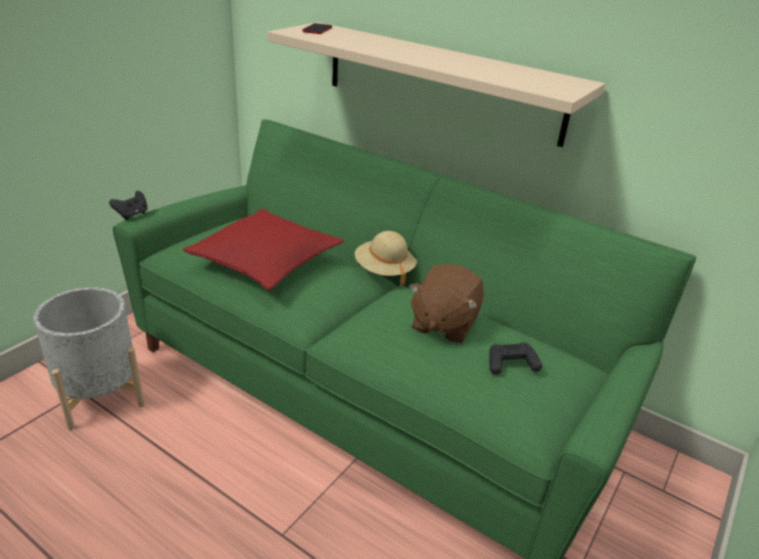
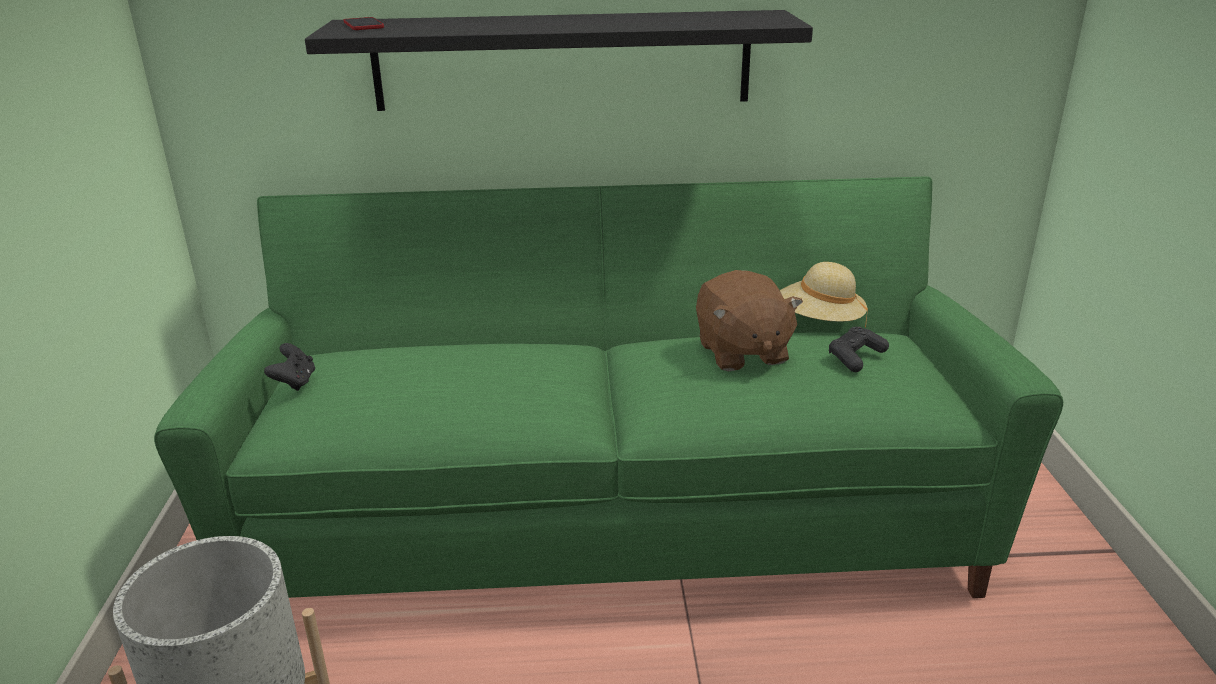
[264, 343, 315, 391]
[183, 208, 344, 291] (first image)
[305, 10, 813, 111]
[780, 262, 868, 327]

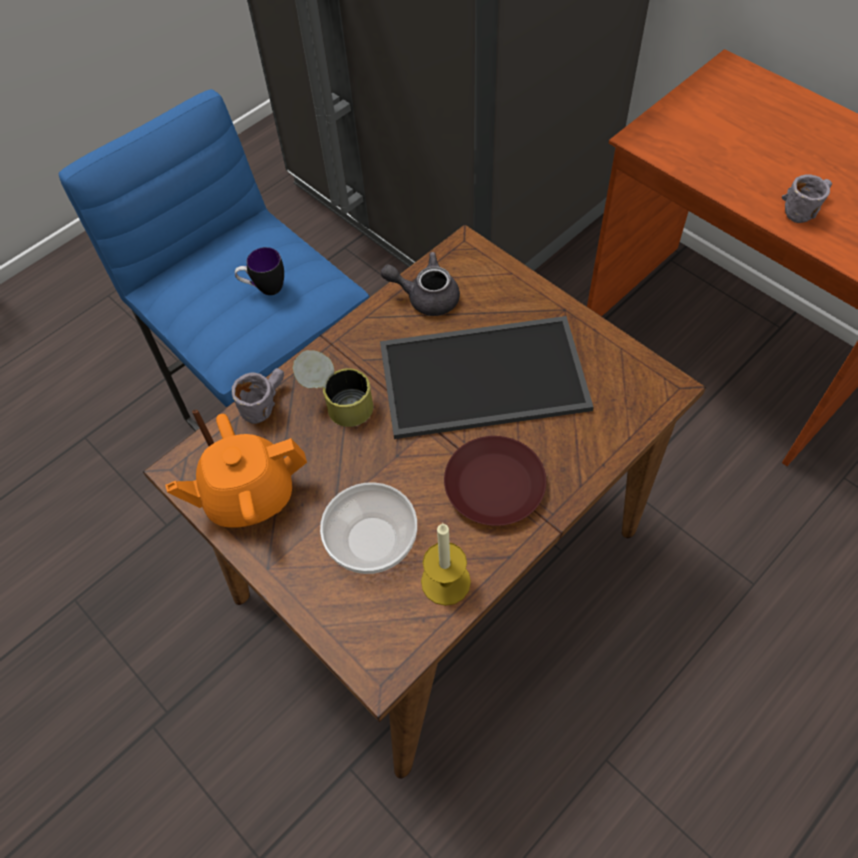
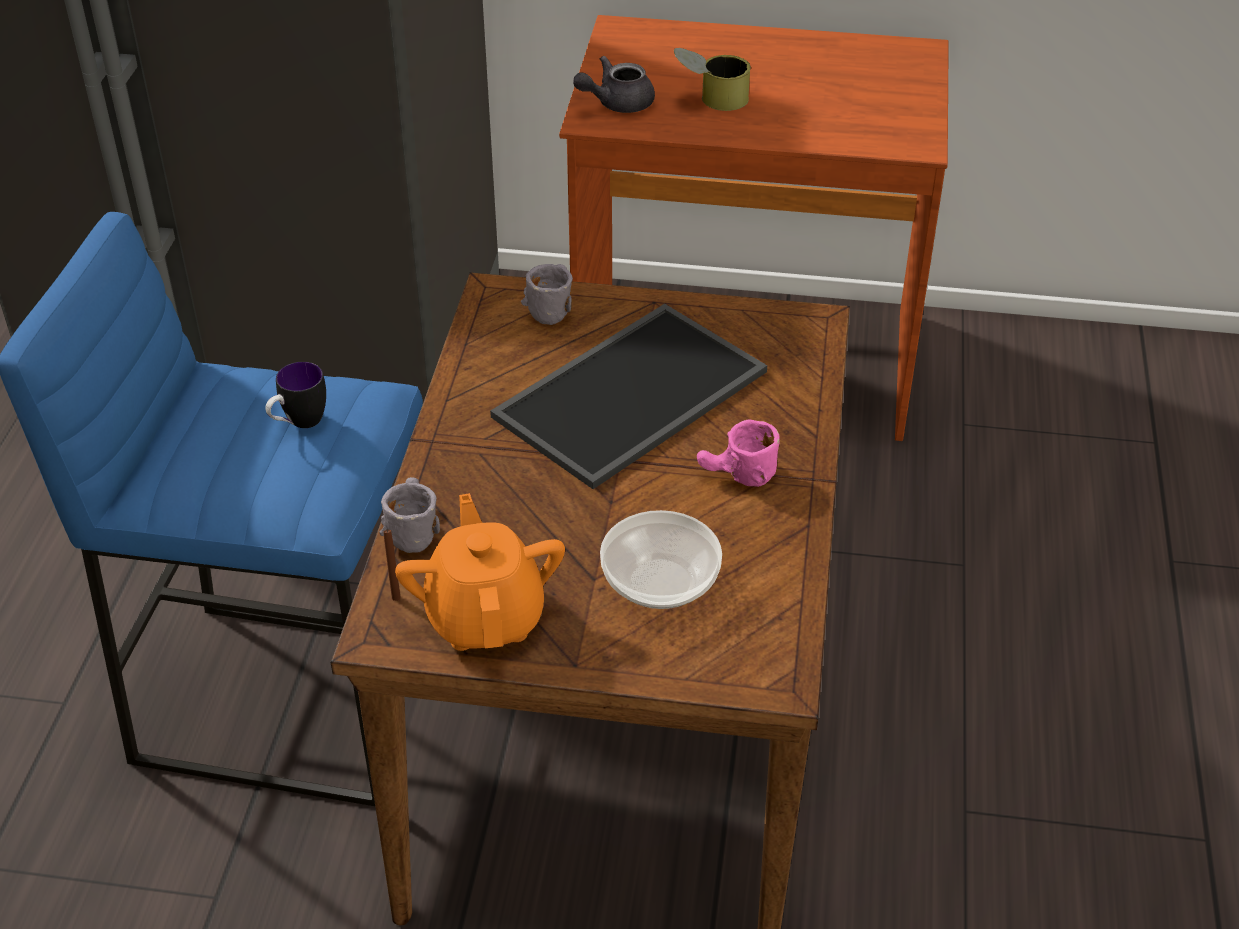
[395, 493, 565, 651]
[674, 48, 751, 111]
[573, 56, 655, 113]
[421, 523, 471, 606] (first image)
[697, 420, 780, 487]
[521, 264, 573, 325]

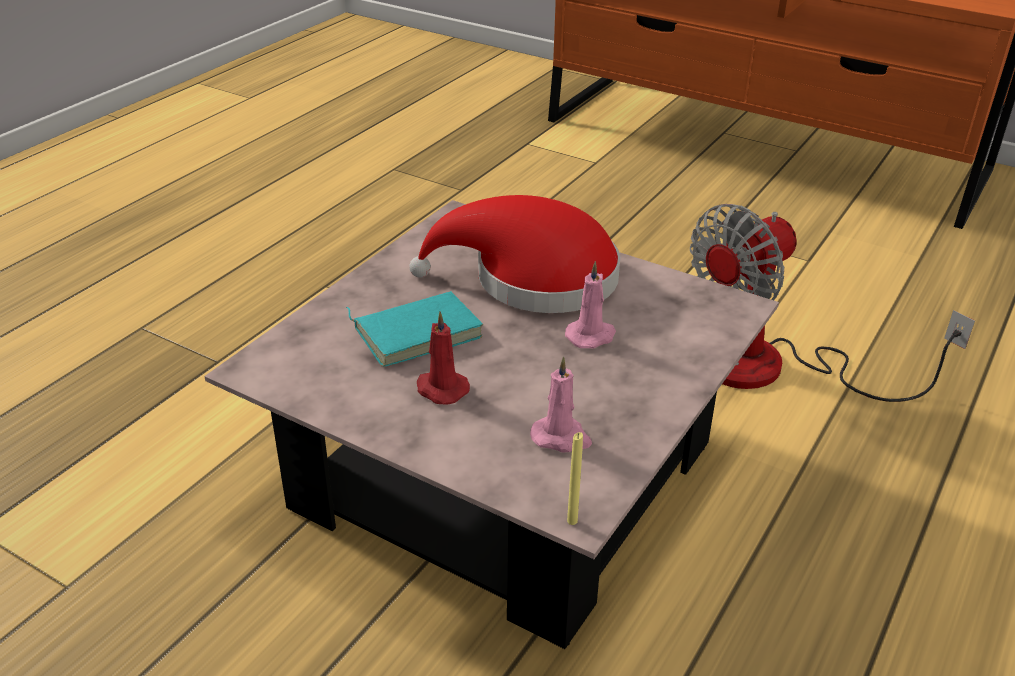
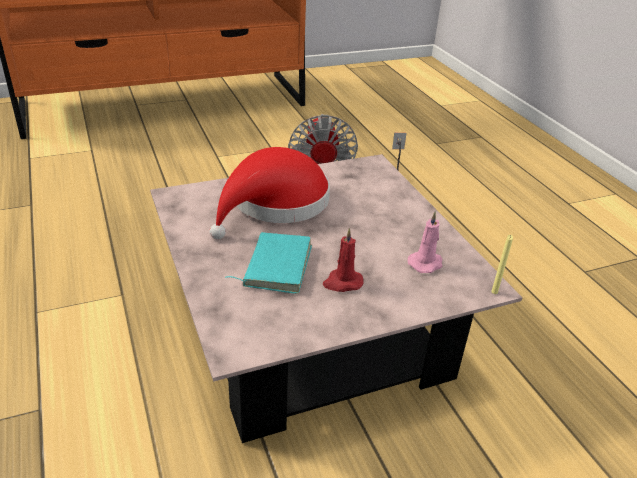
[565, 261, 616, 348] (first image)

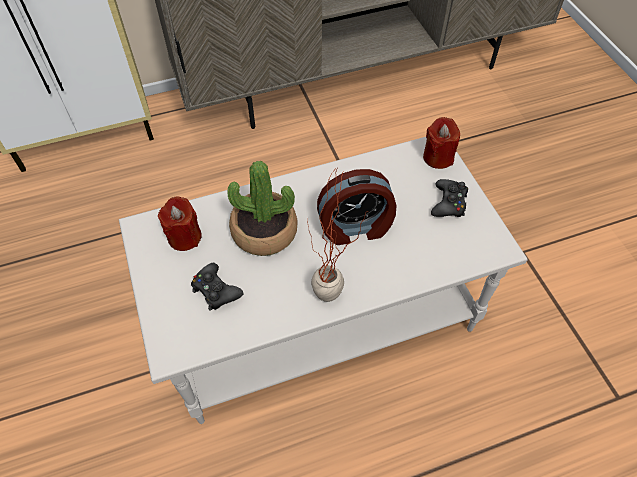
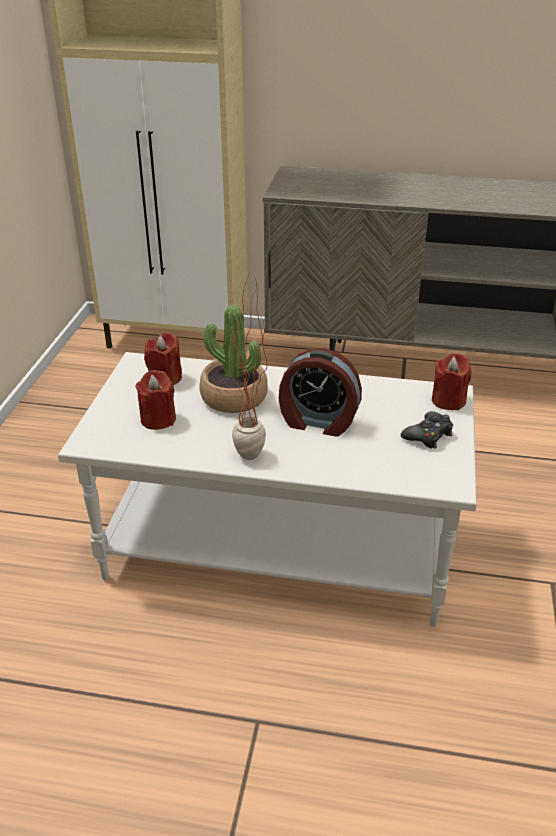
[135, 370, 176, 430]

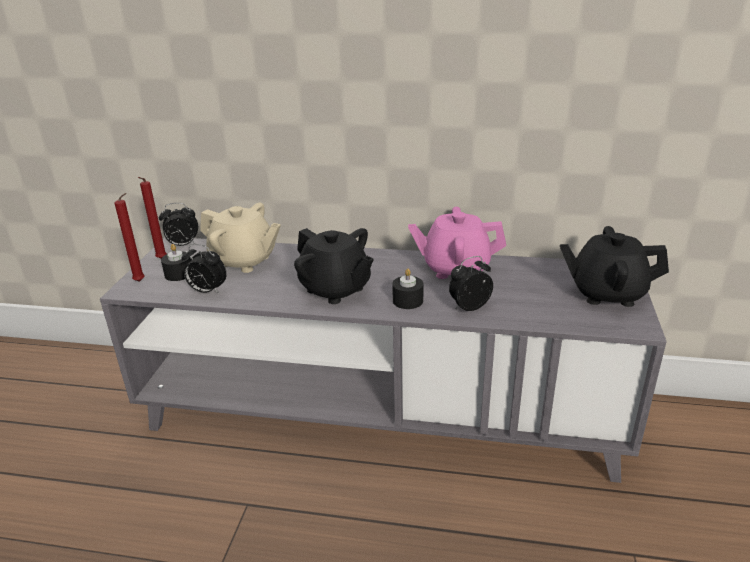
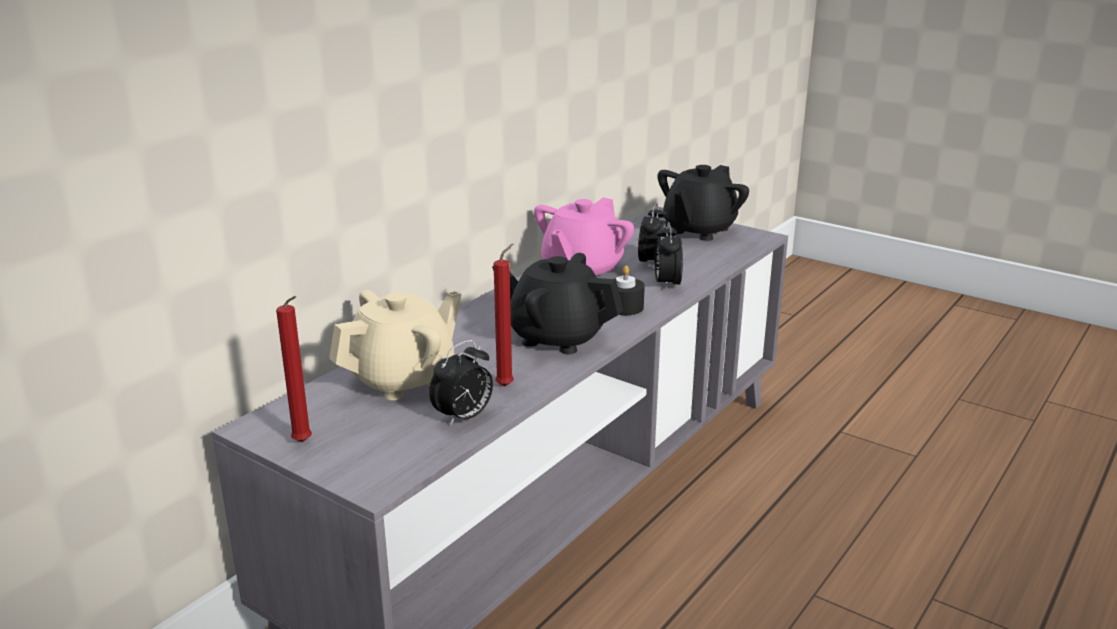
[494, 244, 514, 386]
[638, 203, 667, 269]
[161, 244, 191, 281] (first image)
[492, 253, 623, 354]

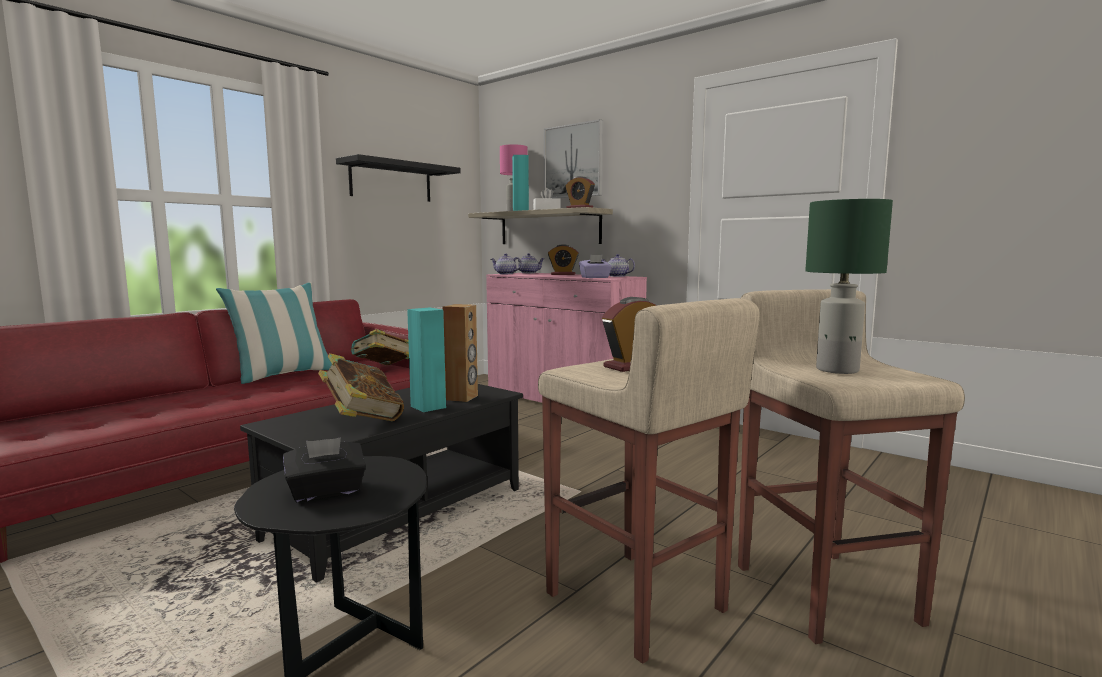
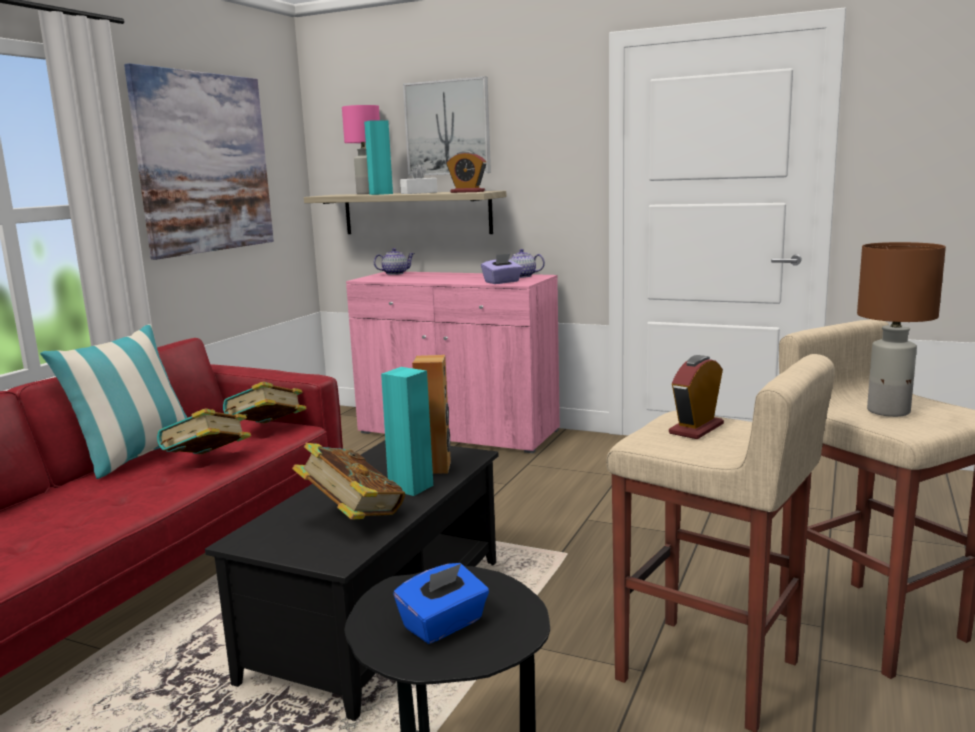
[393, 563, 489, 644]
[124, 63, 274, 260]
[491, 254, 522, 274] (first image)
[548, 244, 579, 275] (first image)
[857, 242, 946, 417]
[157, 408, 251, 454]

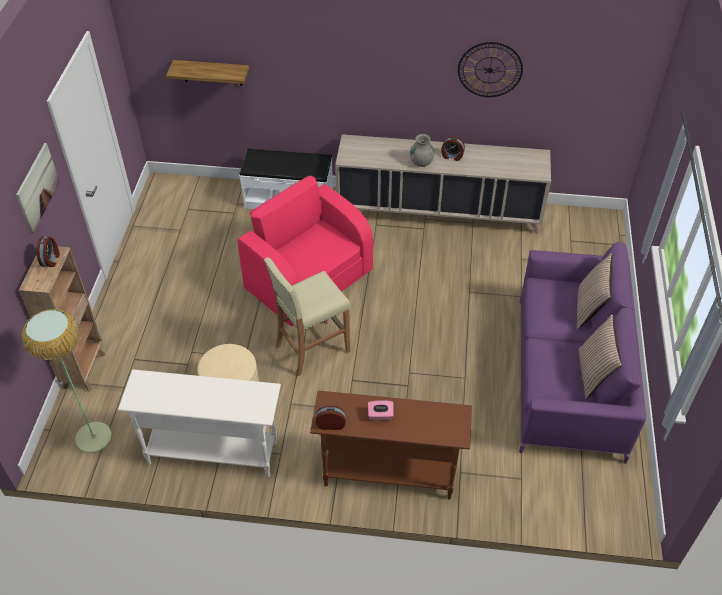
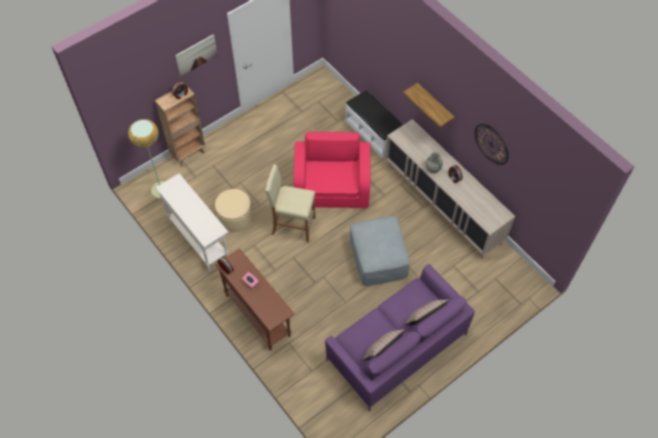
[403, 83, 455, 128]
[350, 216, 410, 286]

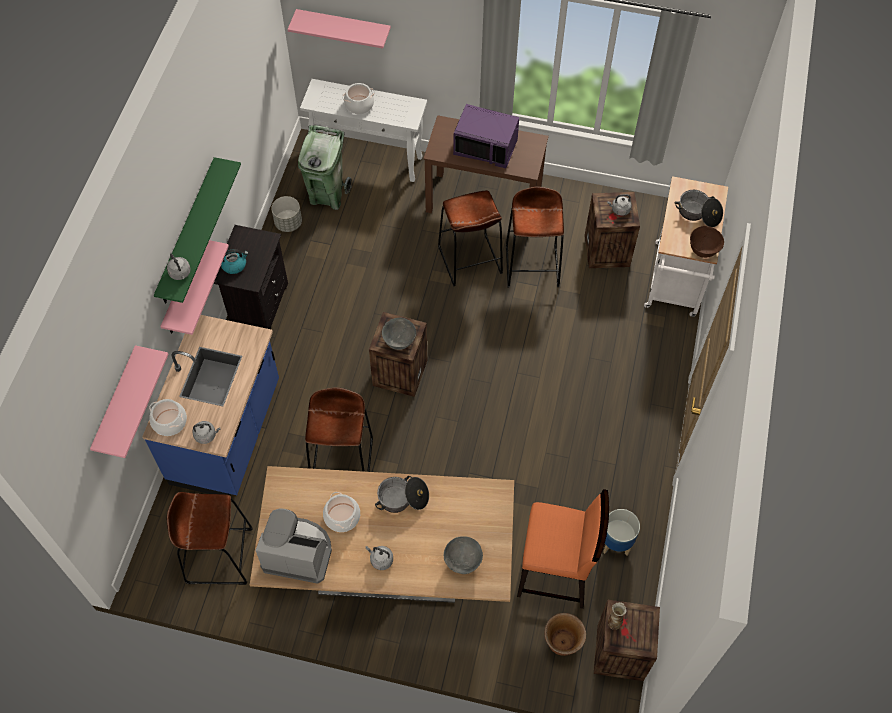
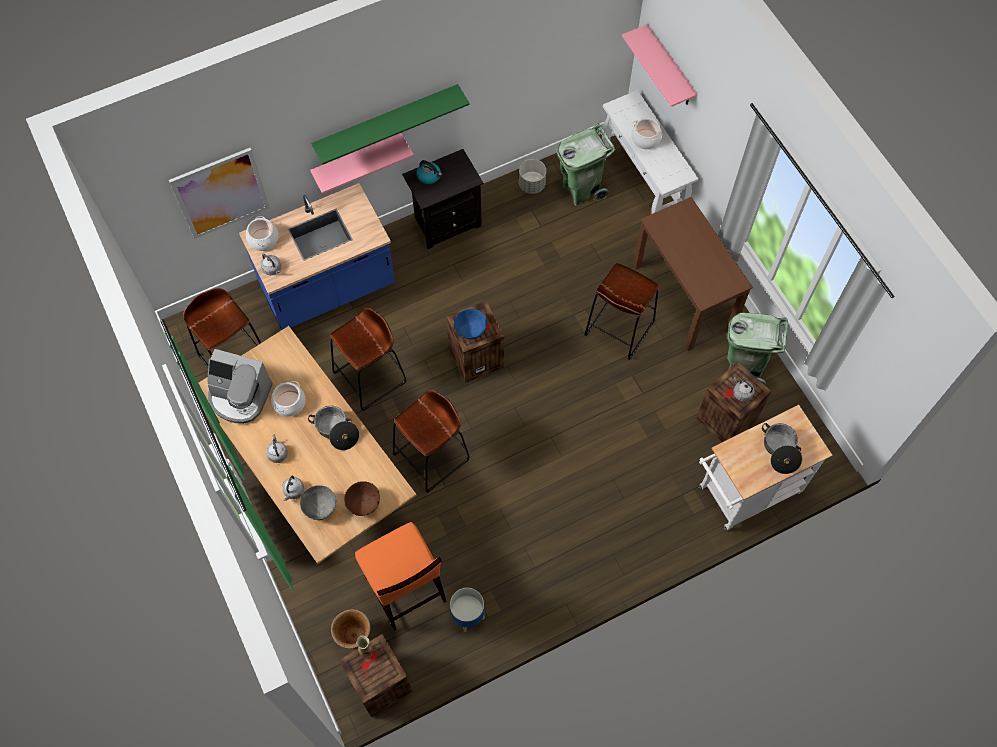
[169, 148, 270, 239]
[282, 475, 304, 501]
[208, 349, 273, 424]
[454, 309, 487, 339]
[453, 104, 519, 168] (first image)
[393, 390, 470, 493]
[344, 481, 380, 516]
[727, 313, 788, 385]

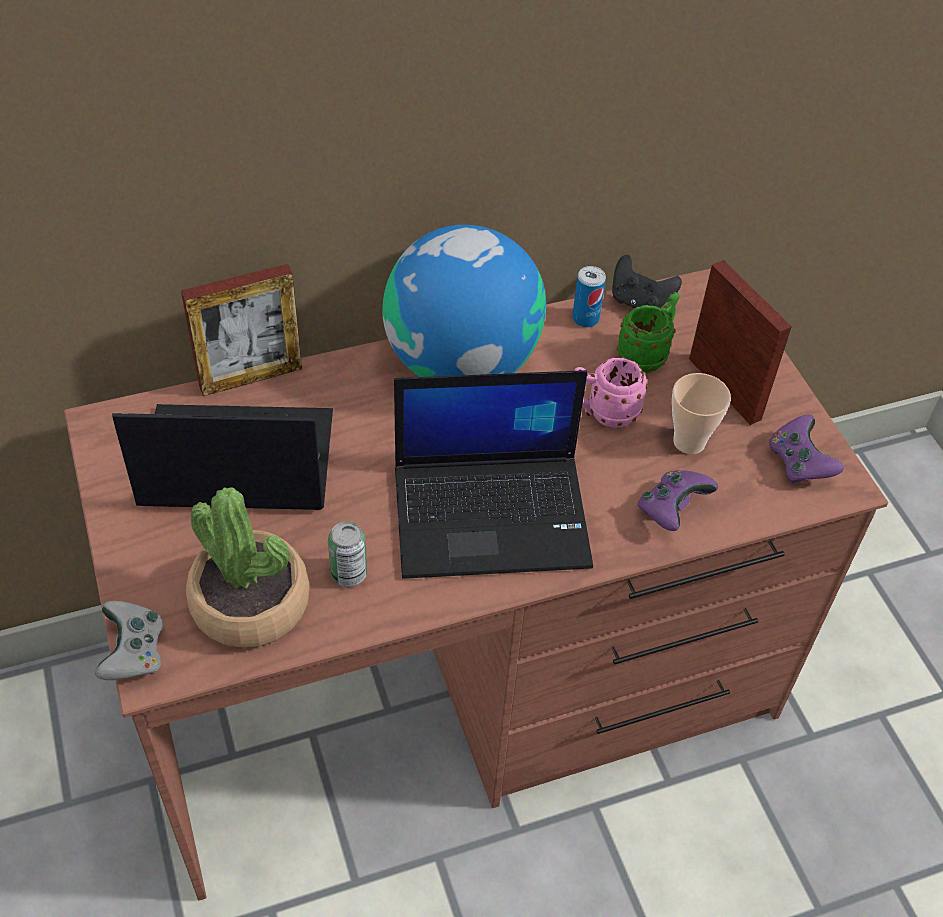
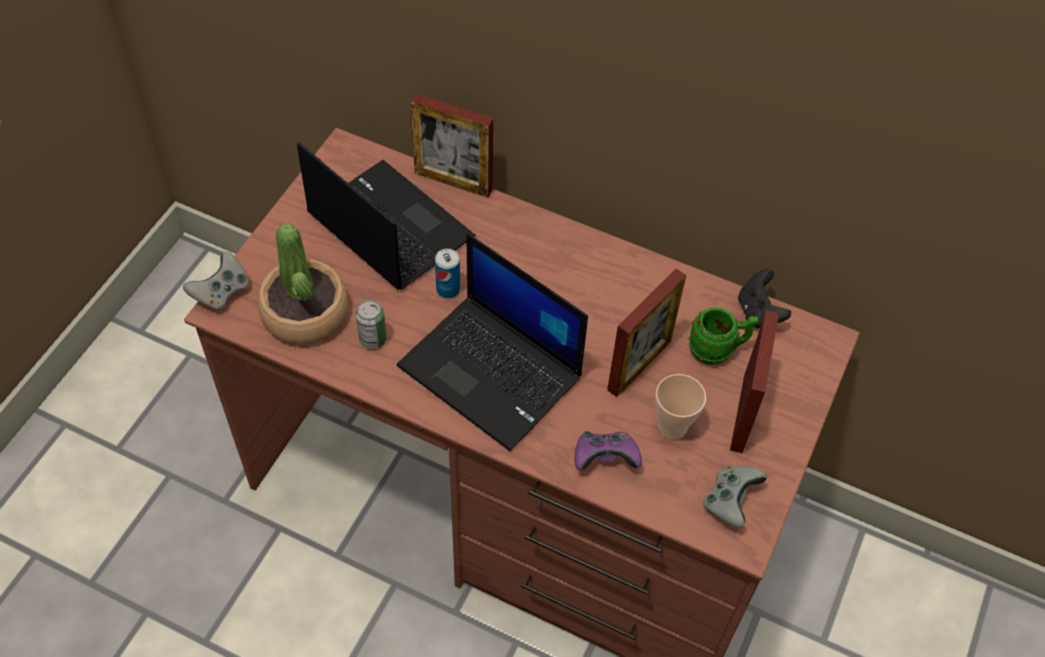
[382, 225, 546, 377] (first image)
[435, 249, 460, 298]
[607, 269, 686, 397]
[703, 466, 767, 527]

